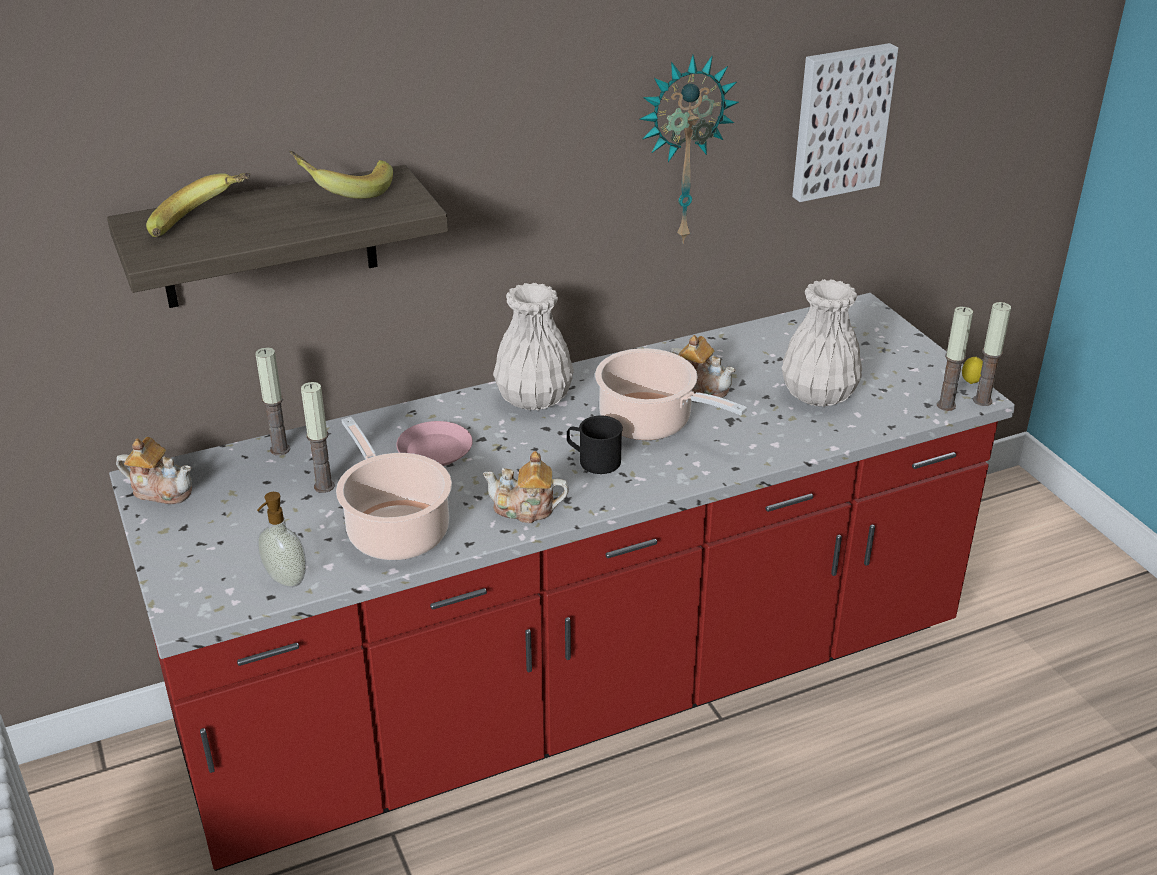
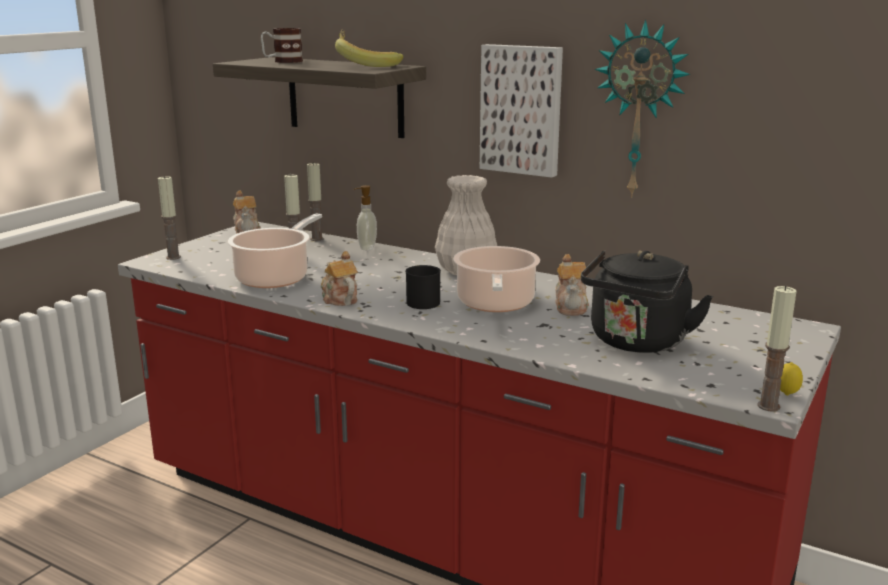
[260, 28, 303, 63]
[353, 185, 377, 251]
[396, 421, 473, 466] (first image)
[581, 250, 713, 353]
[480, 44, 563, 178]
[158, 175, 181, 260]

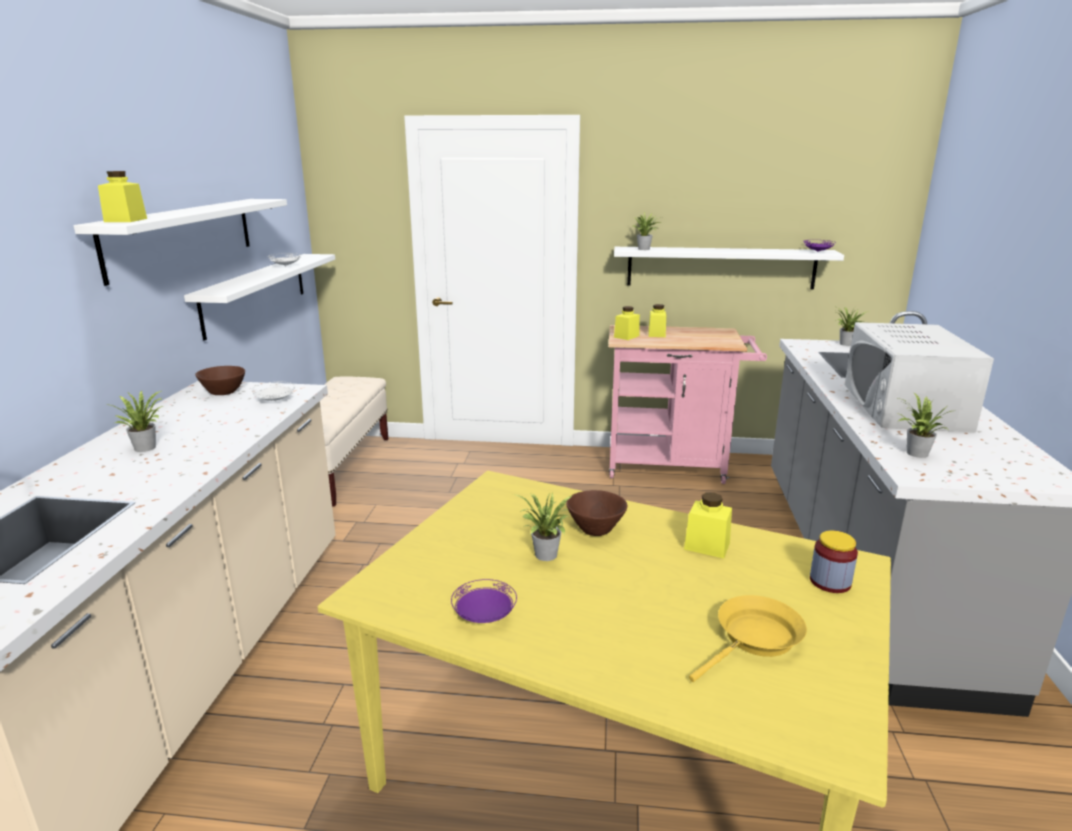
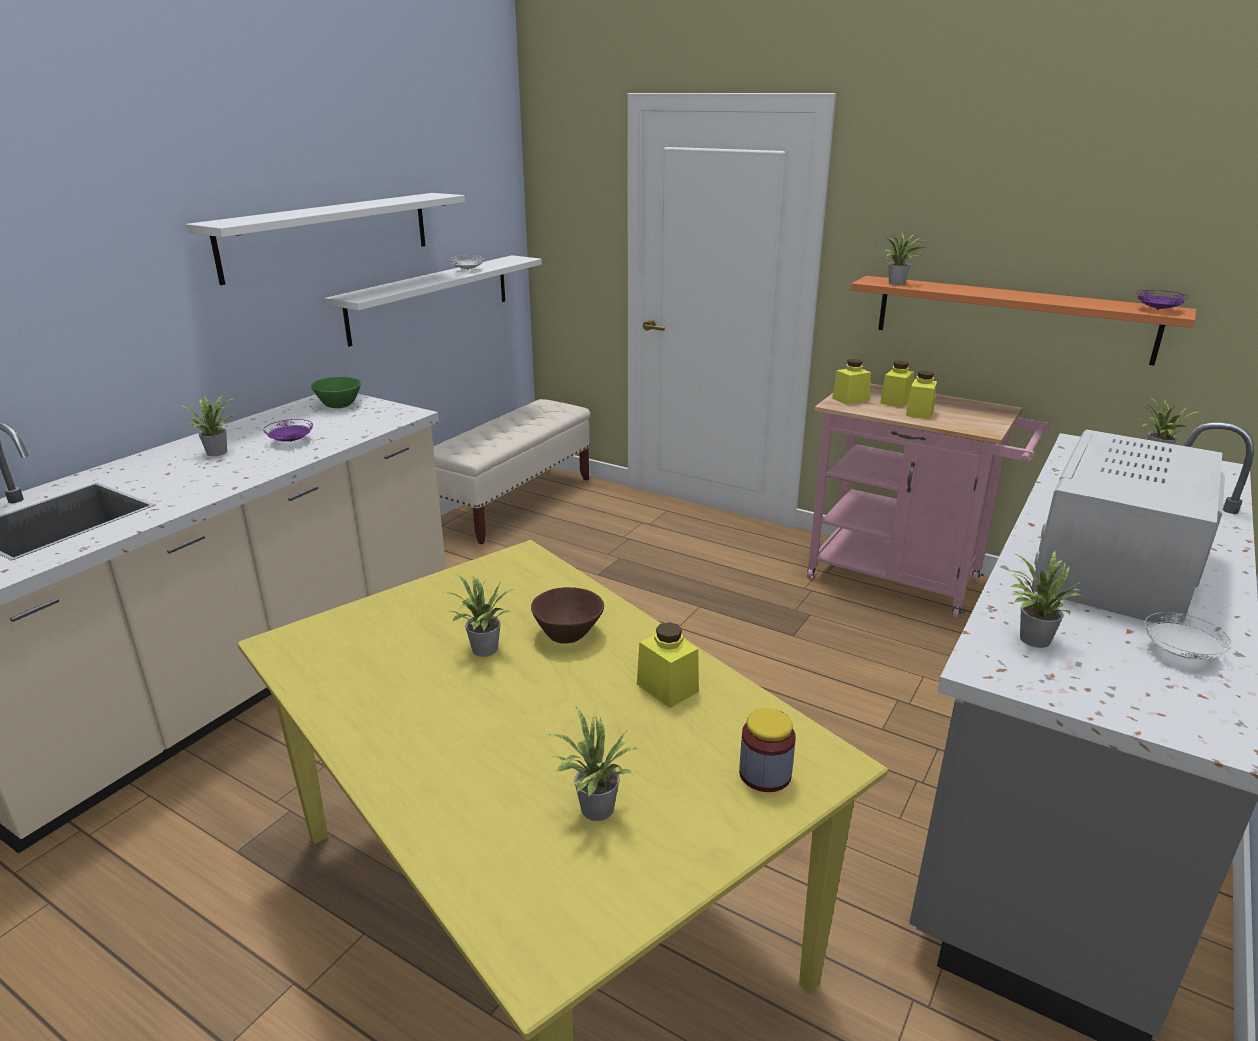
[906, 371, 937, 419]
[311, 377, 361, 408]
[1144, 612, 1232, 659]
[263, 419, 313, 442]
[851, 276, 1197, 366]
[546, 705, 638, 821]

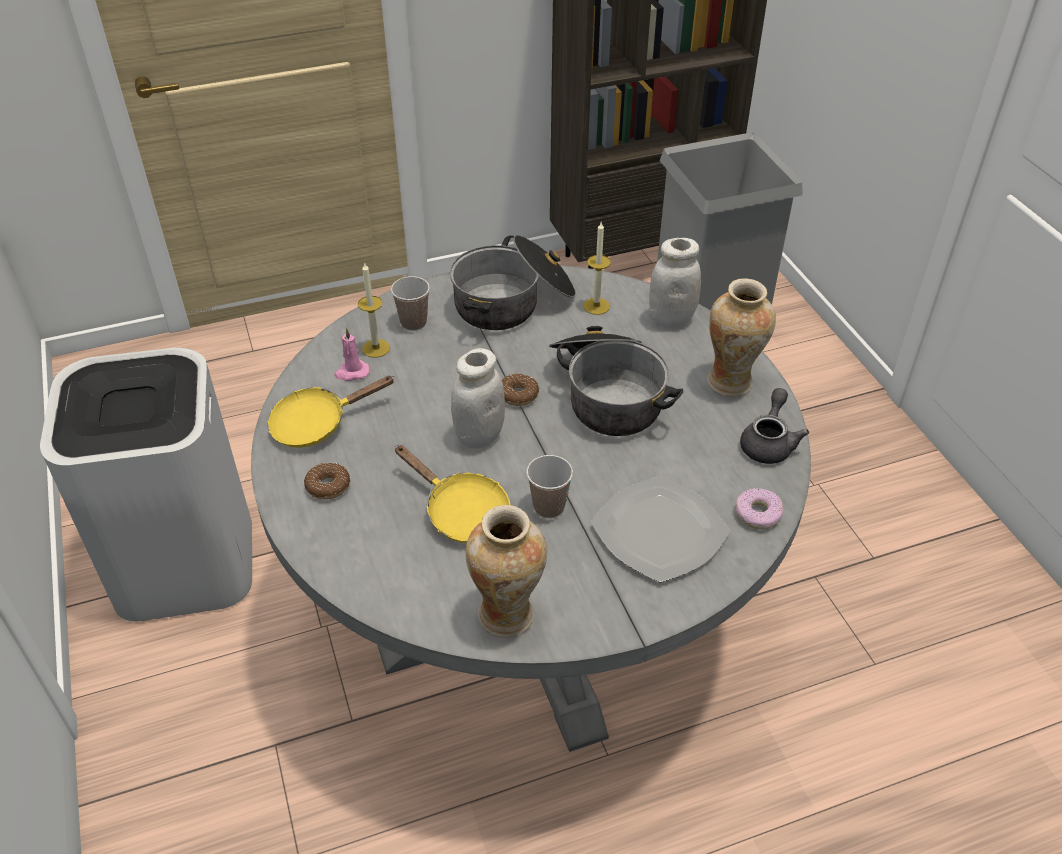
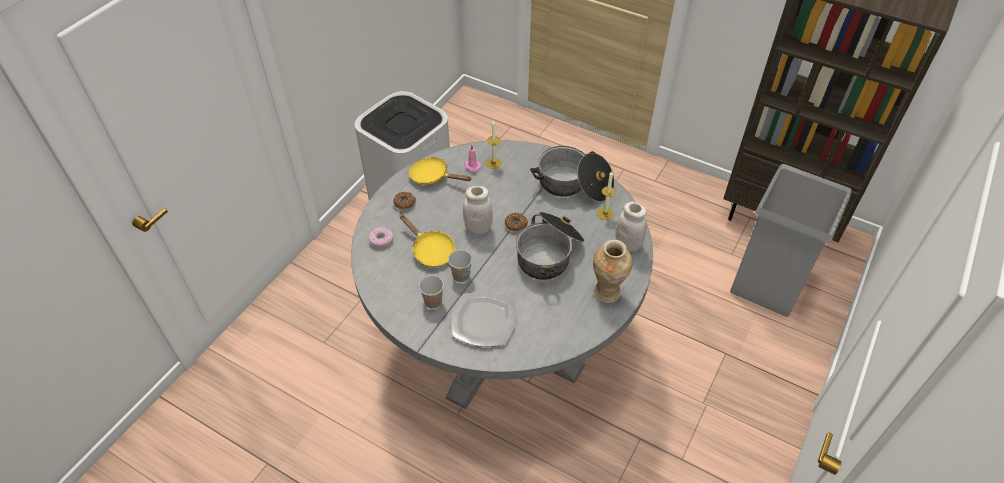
[419, 275, 444, 309]
[400, 214, 455, 267]
[465, 505, 547, 638] (first image)
[369, 227, 394, 247]
[740, 388, 809, 464] (first image)

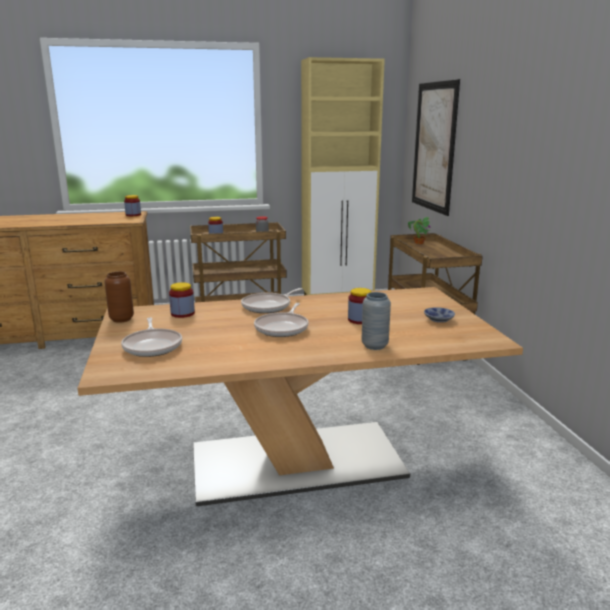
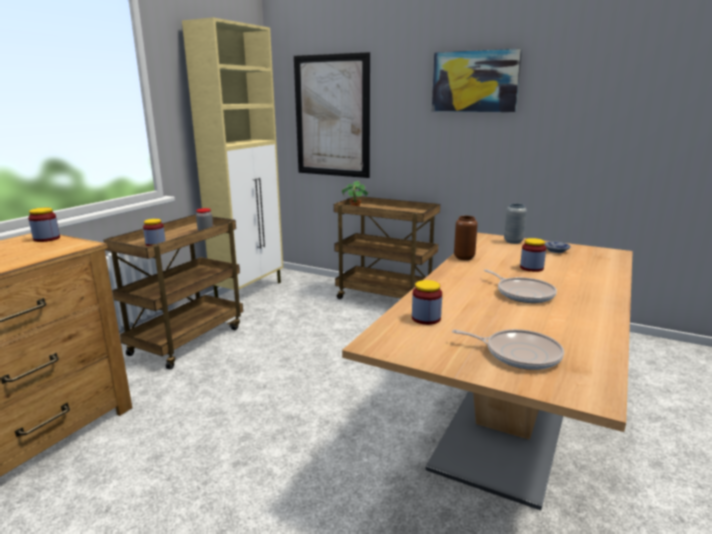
[454, 216, 478, 260]
[241, 288, 302, 313] (first image)
[504, 203, 527, 244]
[432, 49, 522, 112]

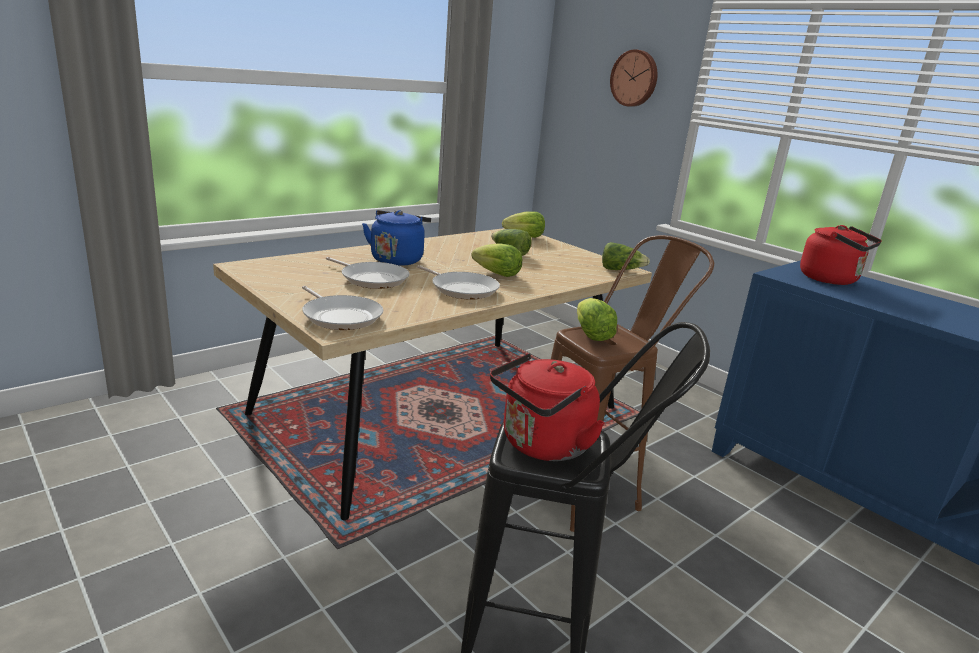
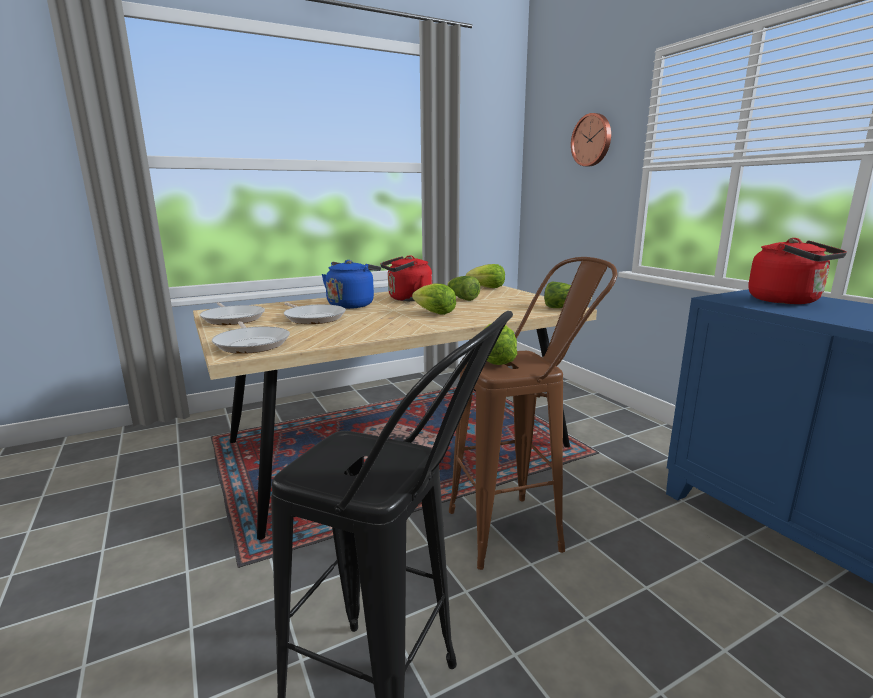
[200, 302, 265, 325]
[380, 255, 432, 301]

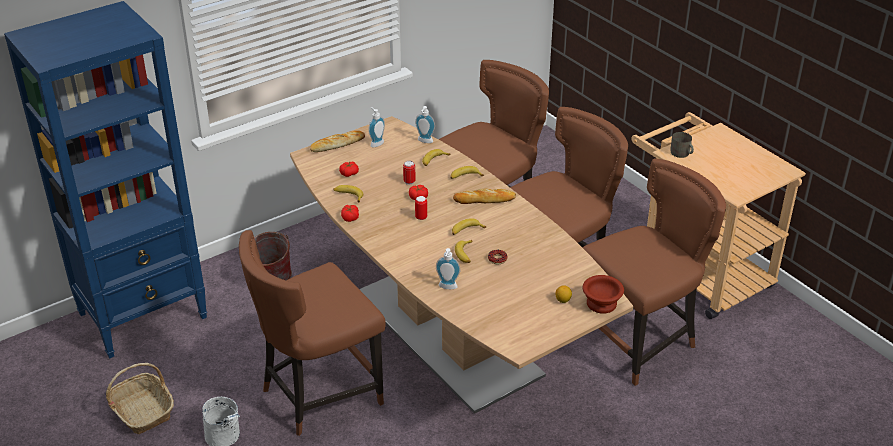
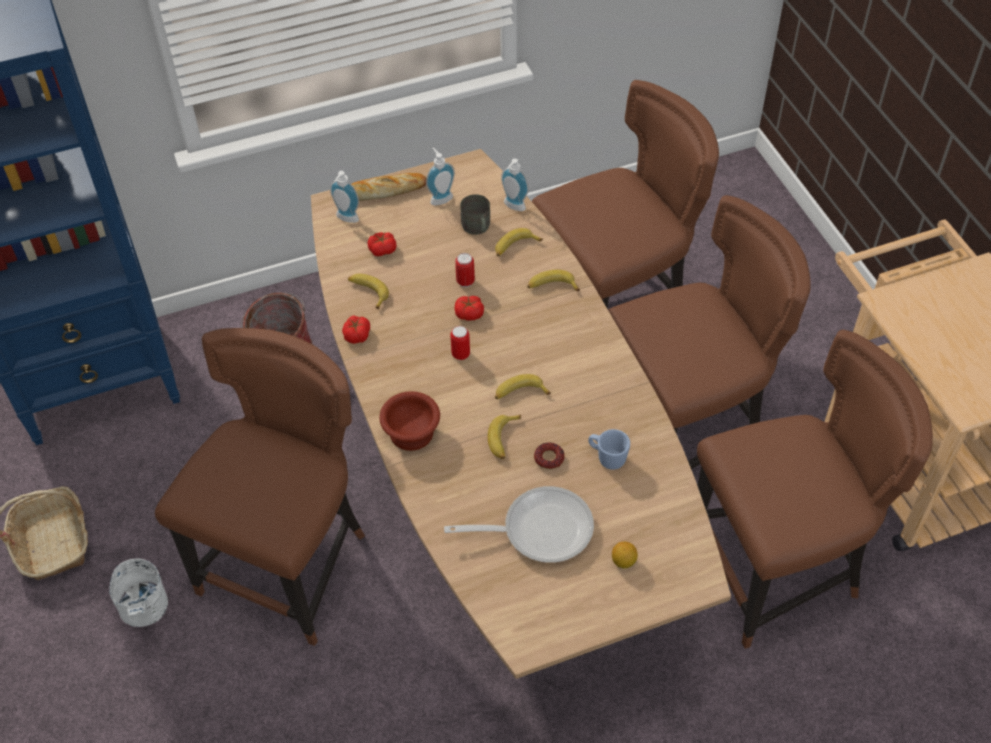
[155, 328, 365, 646]
[330, 171, 359, 223]
[453, 188, 516, 204] (first image)
[379, 391, 440, 451]
[460, 194, 490, 235]
[444, 486, 594, 563]
[588, 429, 630, 470]

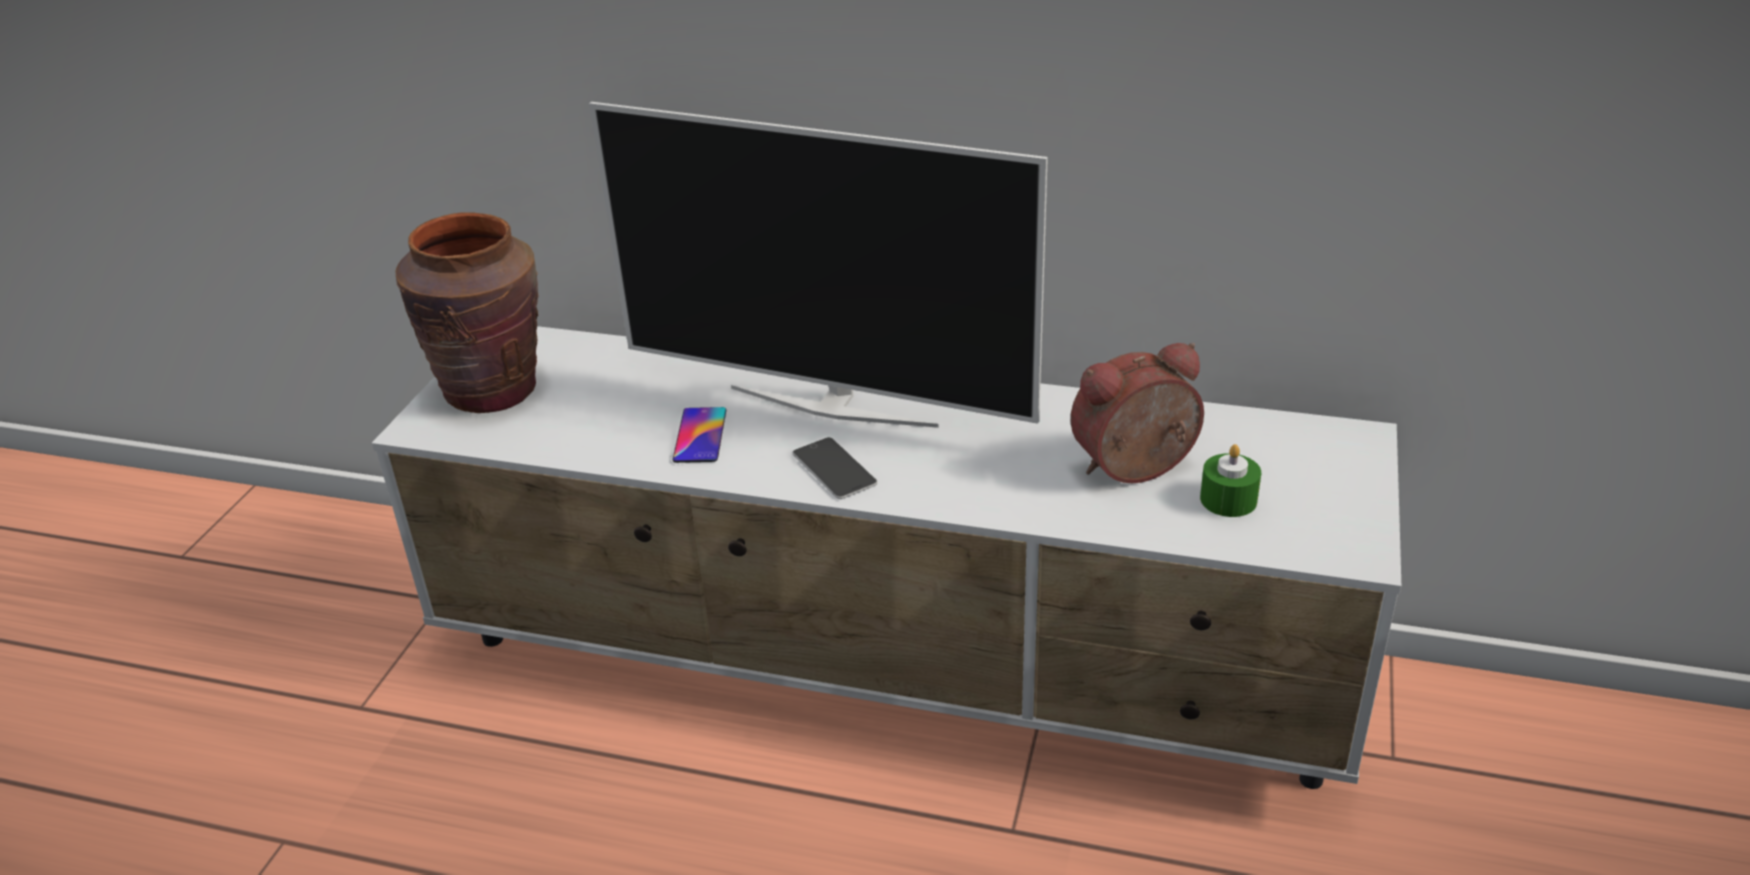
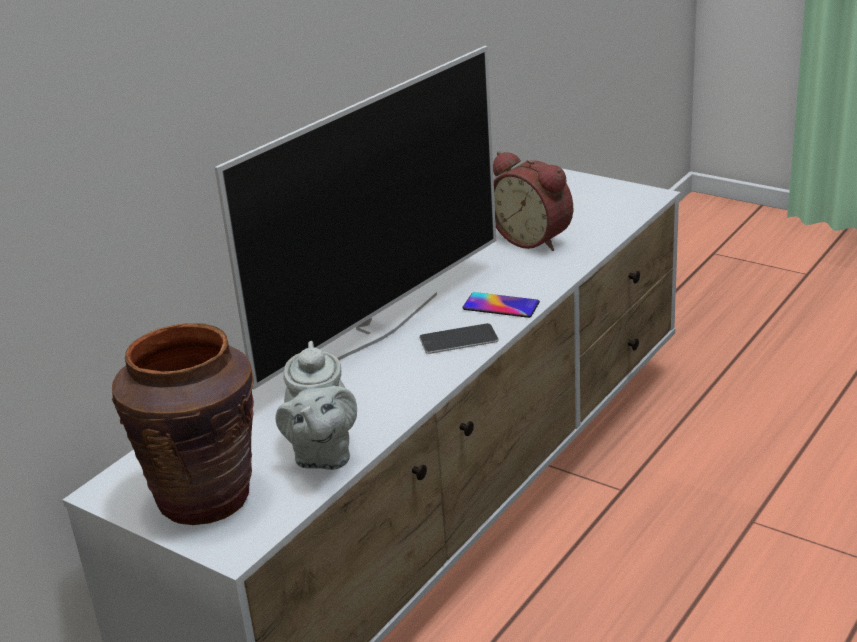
[462, 292, 540, 318]
[493, 151, 573, 251]
[1200, 444, 1261, 517] (first image)
[276, 341, 357, 470]

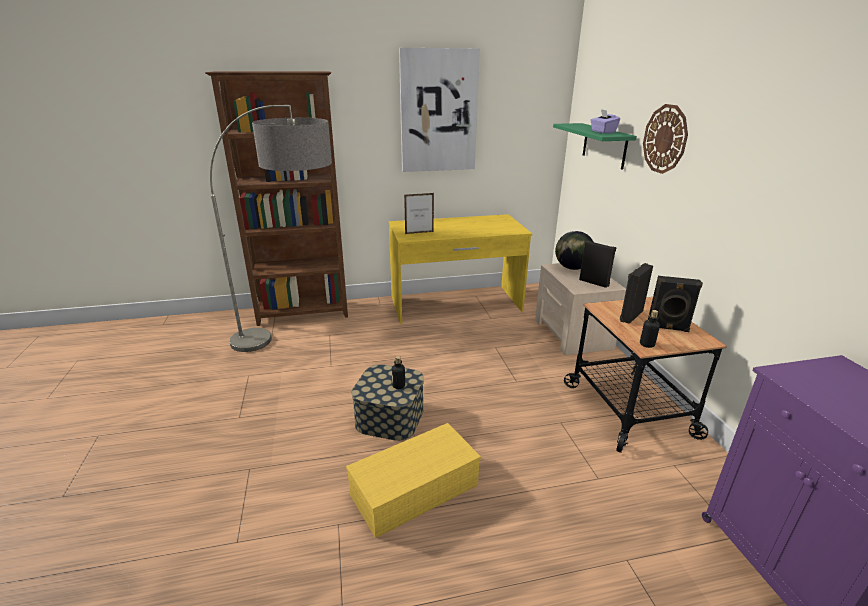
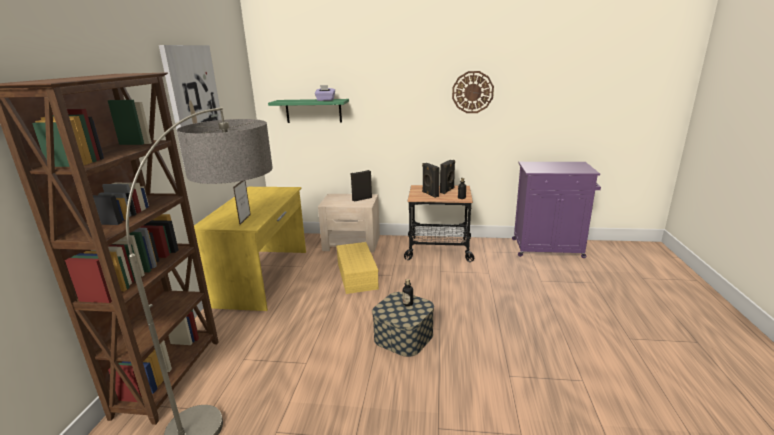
[336, 242, 379, 294]
[555, 231, 593, 270] (first image)
[452, 71, 494, 113]

